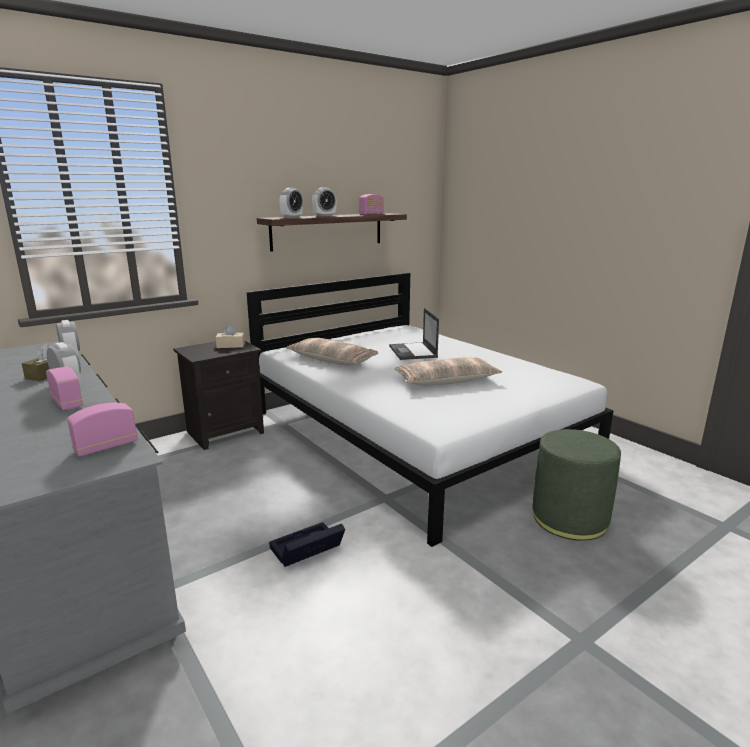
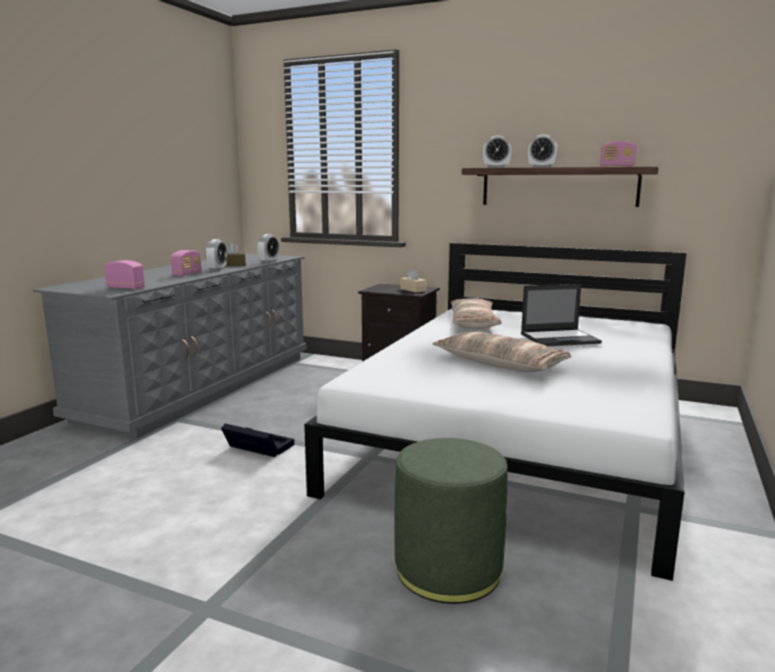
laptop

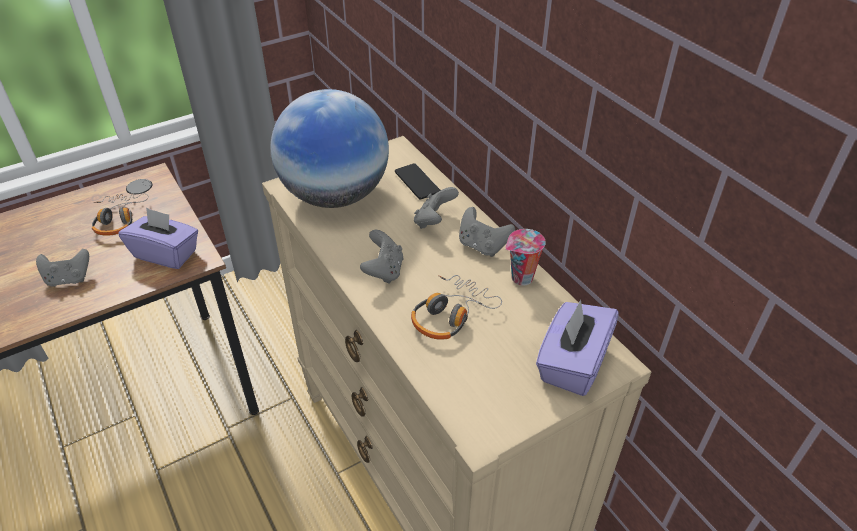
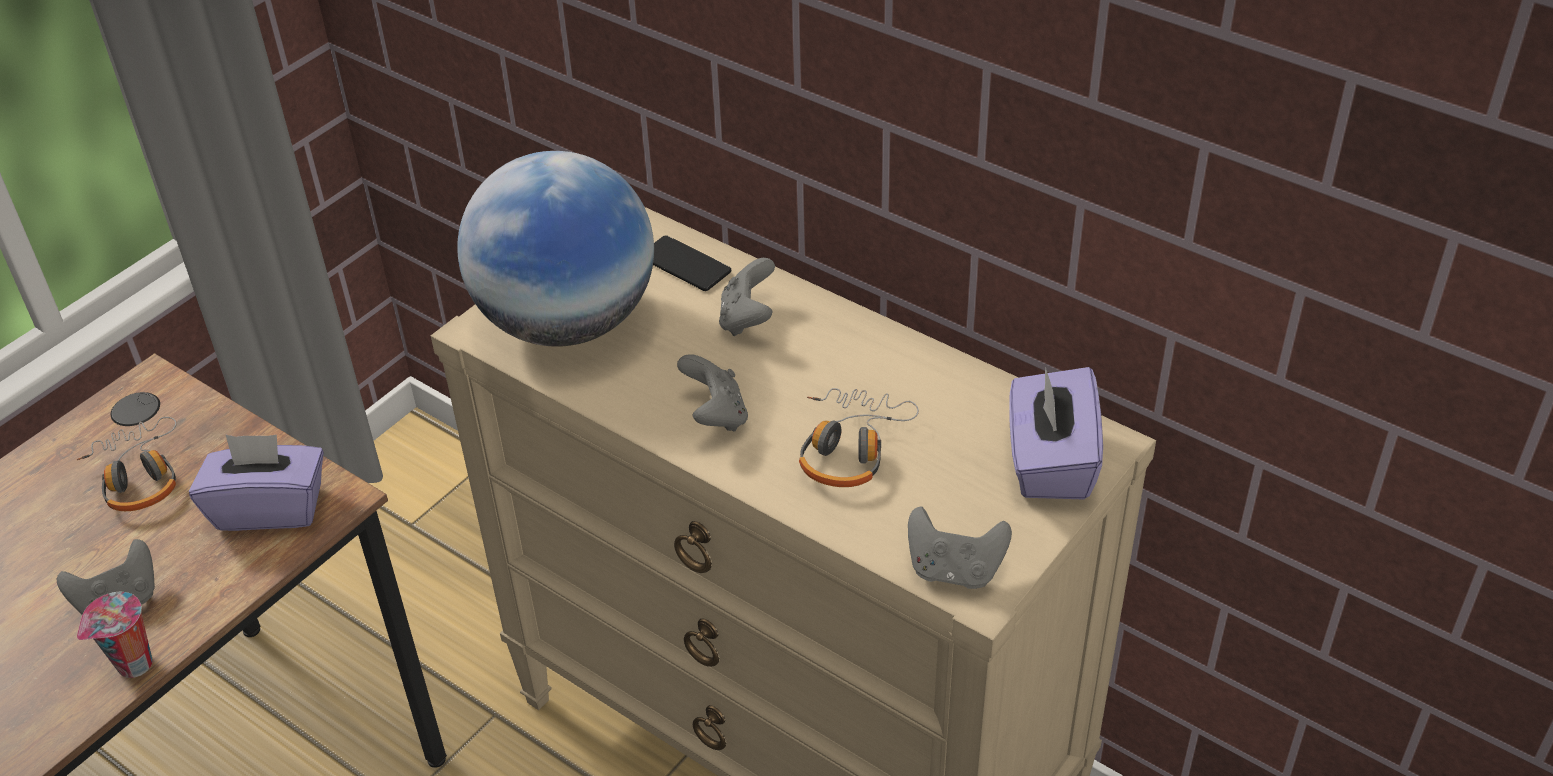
game controller/grey (4th from left); cup

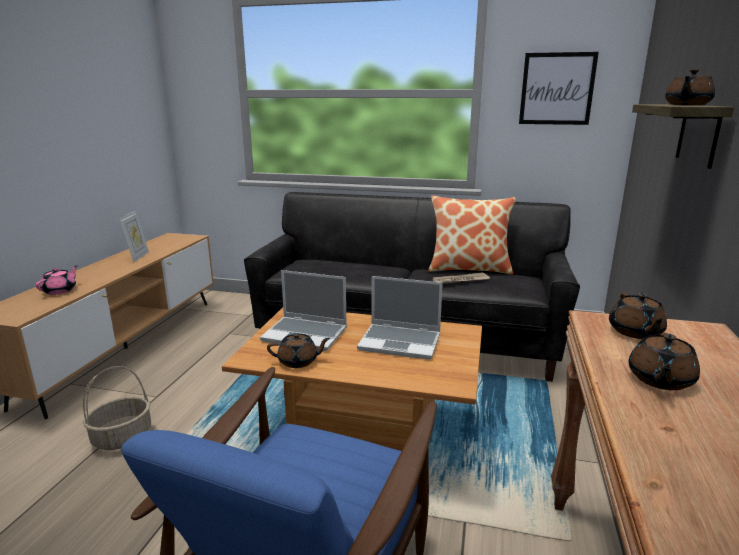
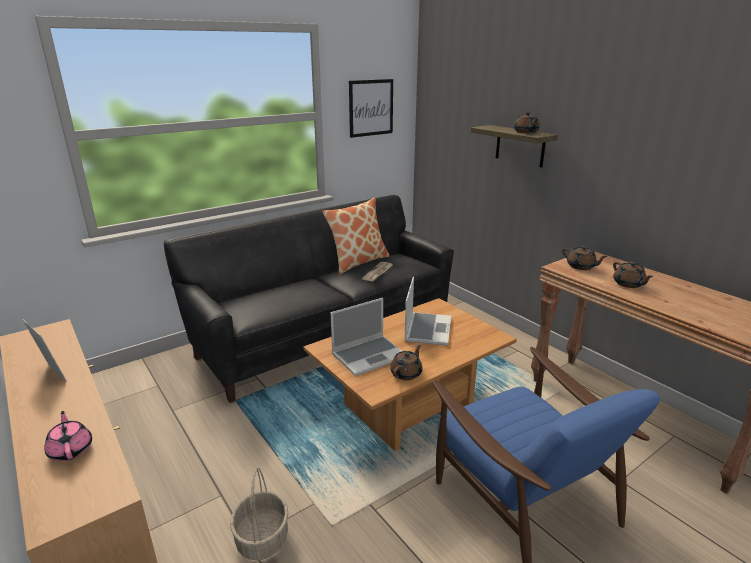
laptop (2nd from left)

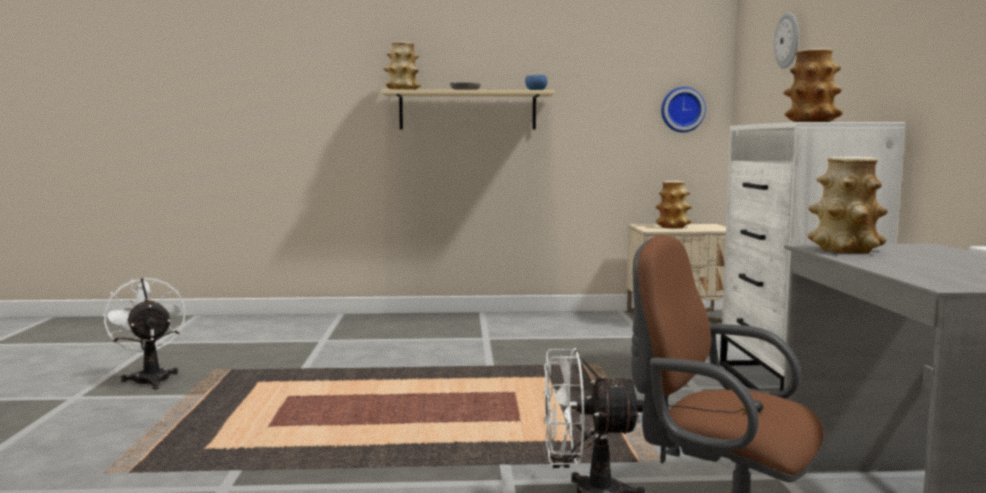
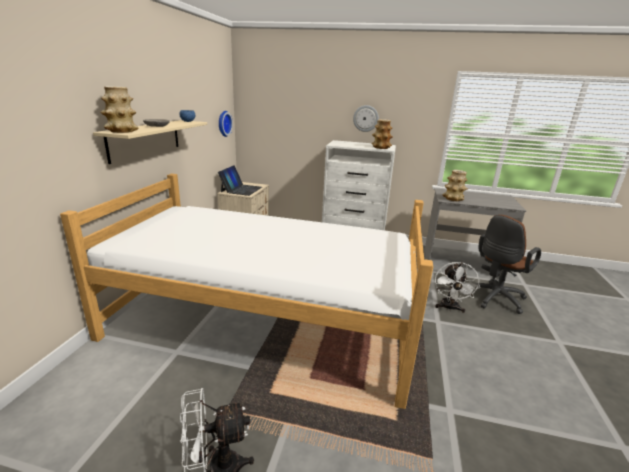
laptop; wall clock (2nd from left); bed

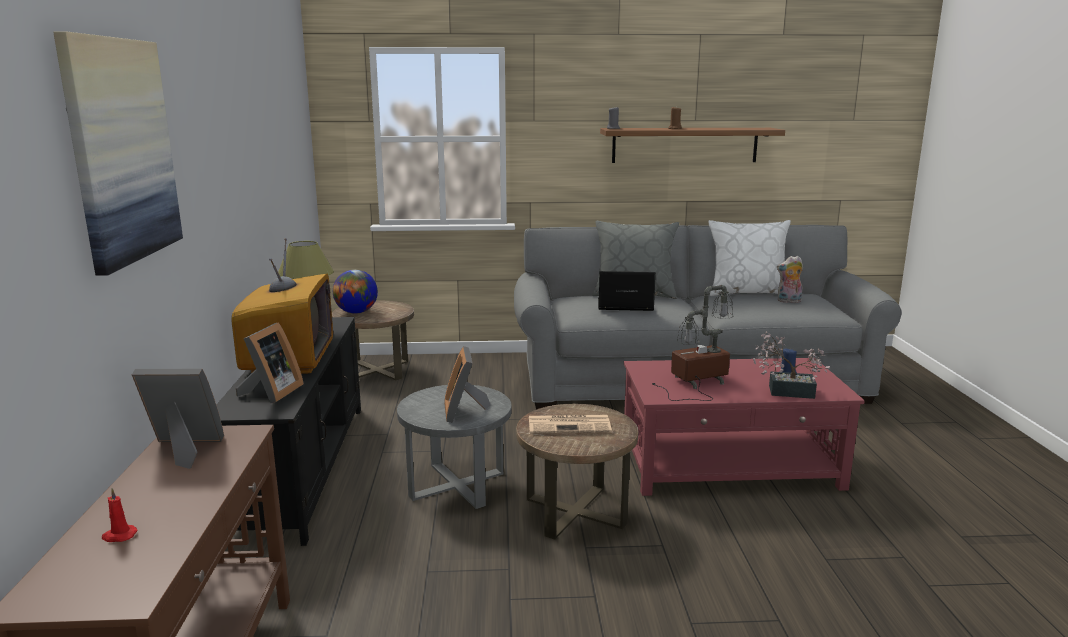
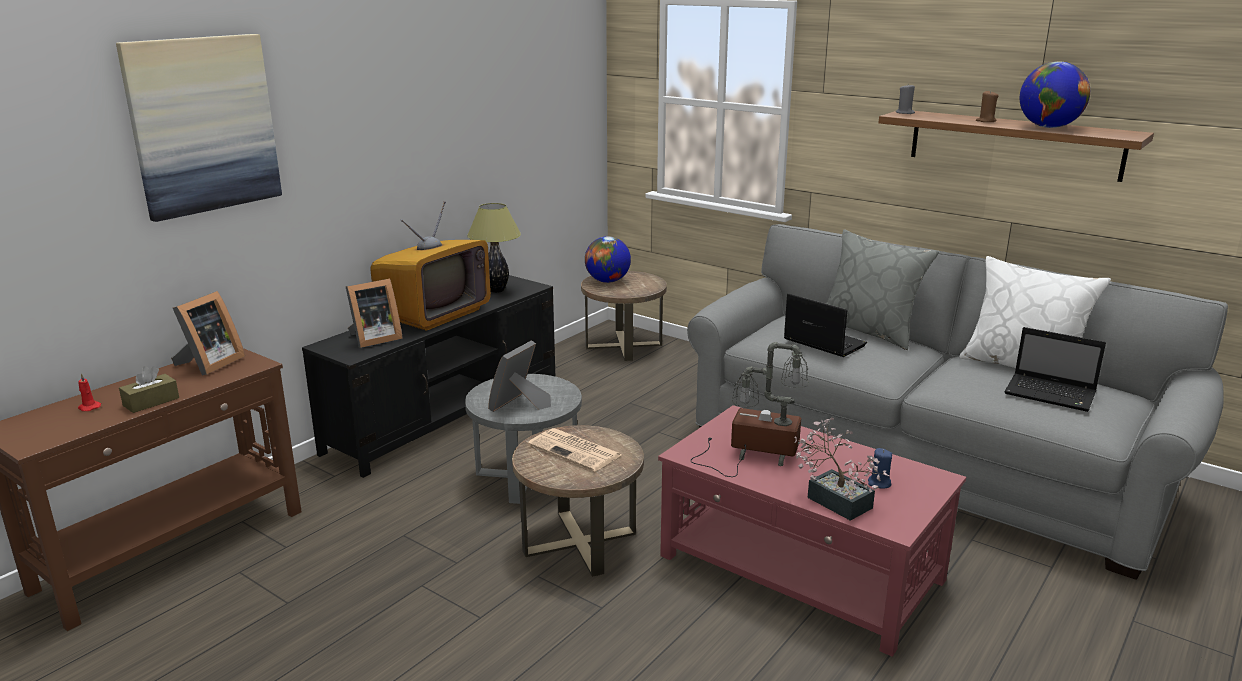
picture frame (1st from left); laptop (2nd from left); tissue box/brown; globe (2nd from left)

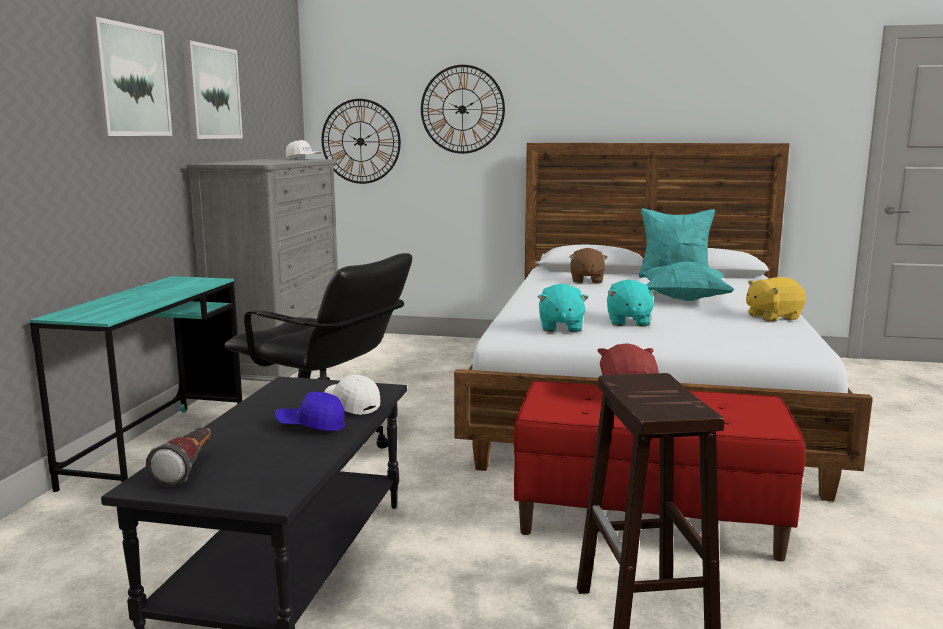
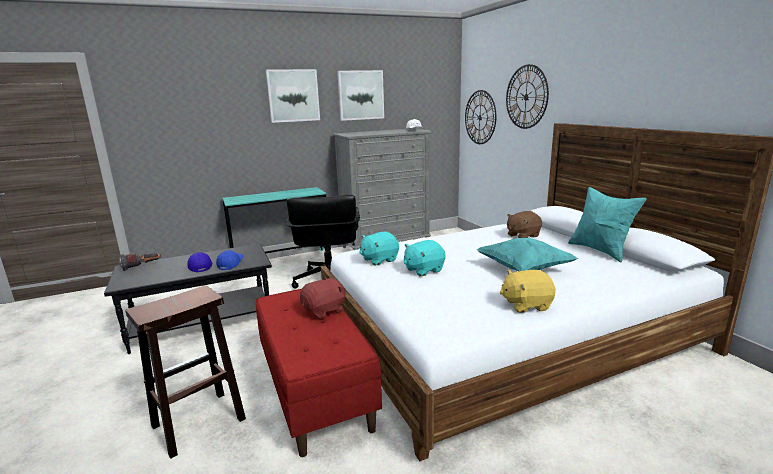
cap/blue (2nd from left); plush toy/yellow

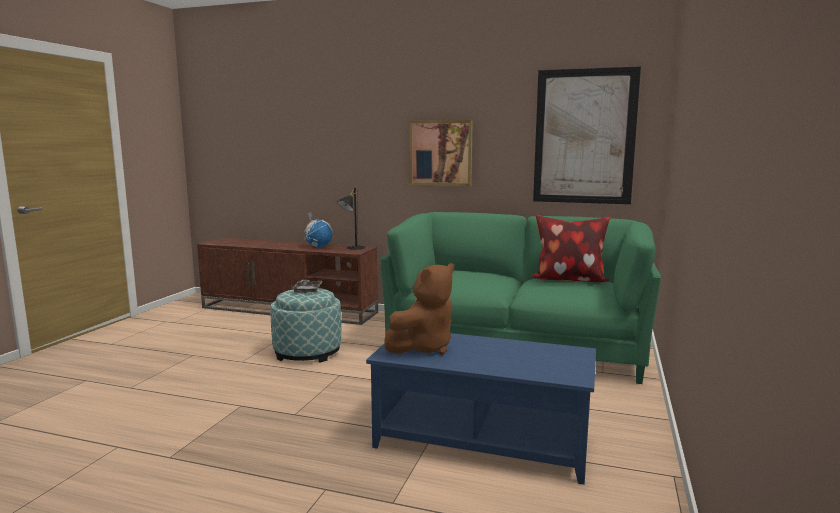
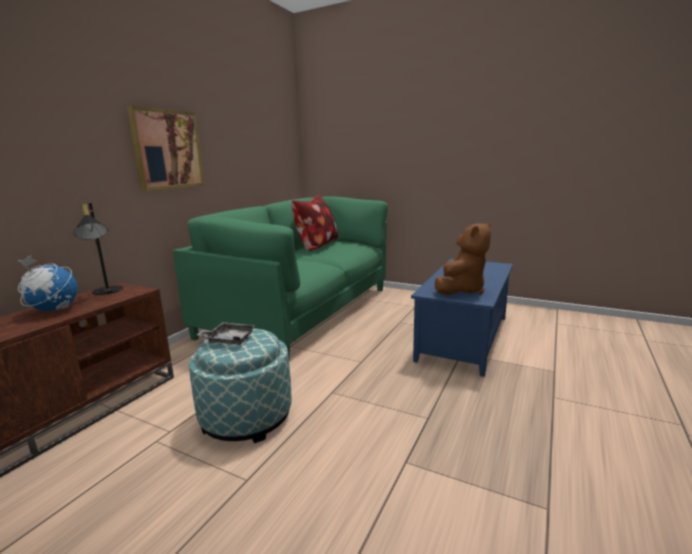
plush toy/brown; picture (2nd from left in the first image)

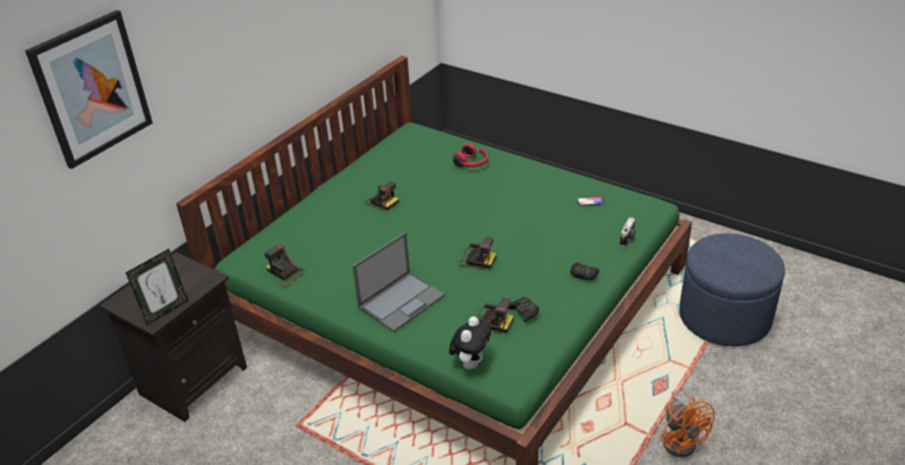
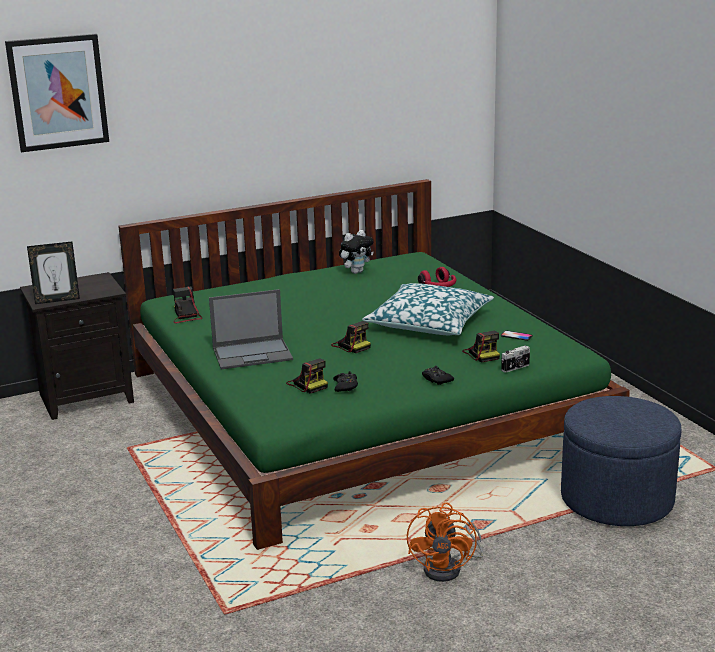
photo camera (4th from left); plush toy; pillow

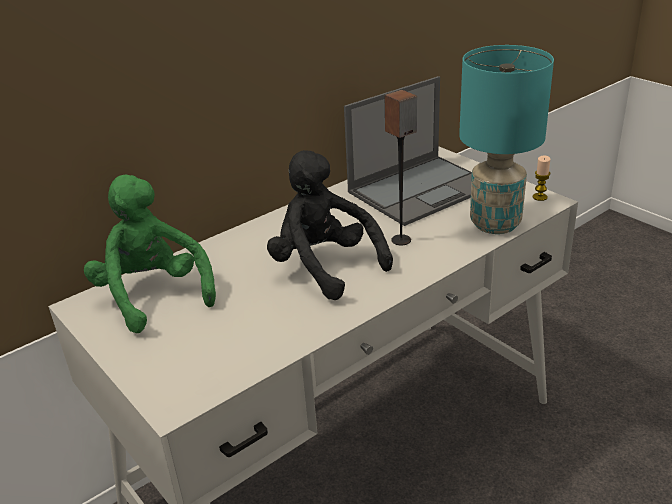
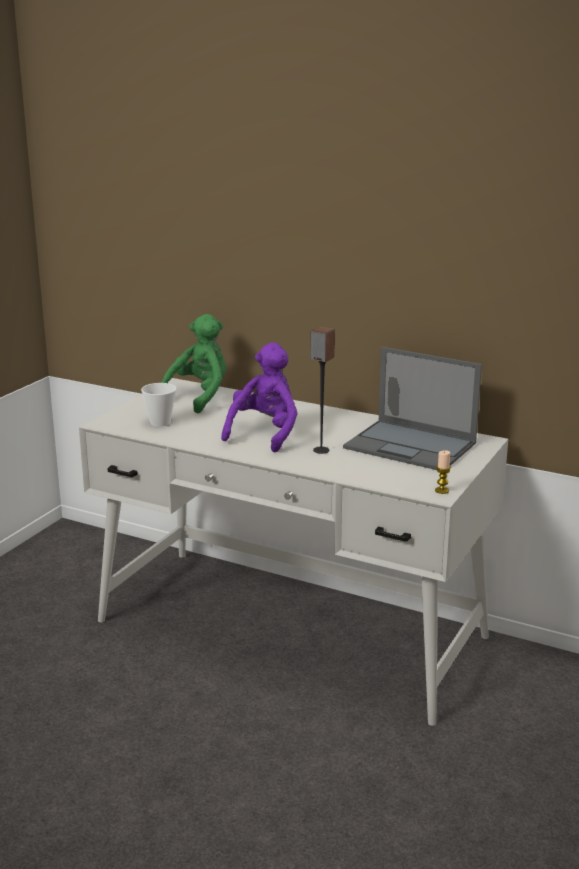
plush toy/purple; table lamp/turquoise; cup

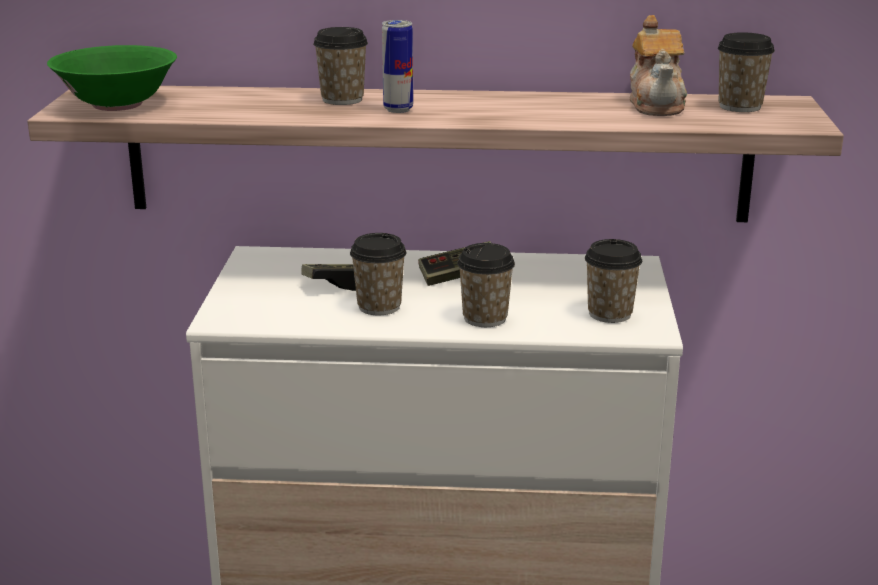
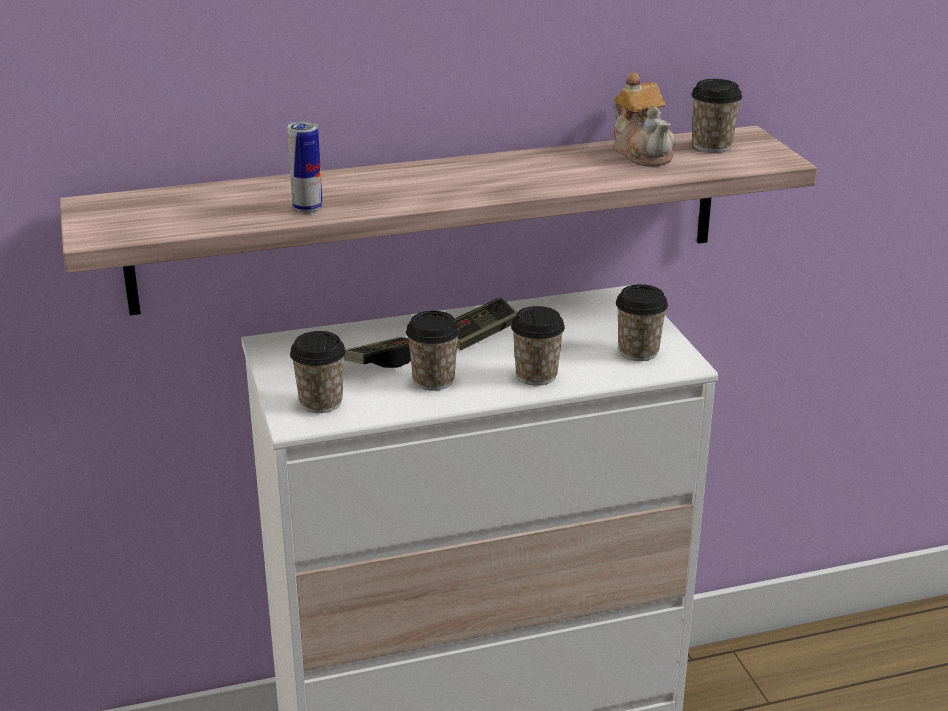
bowl/green; cup (1st from left); can

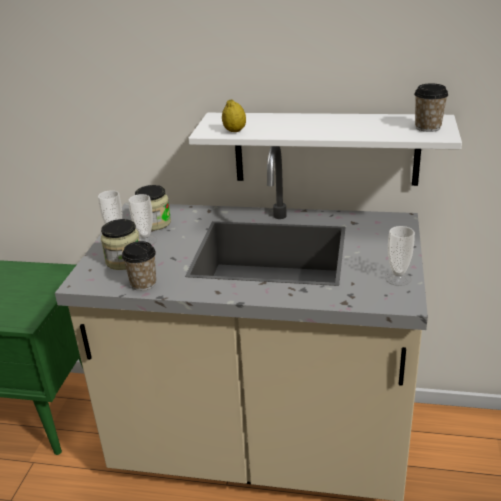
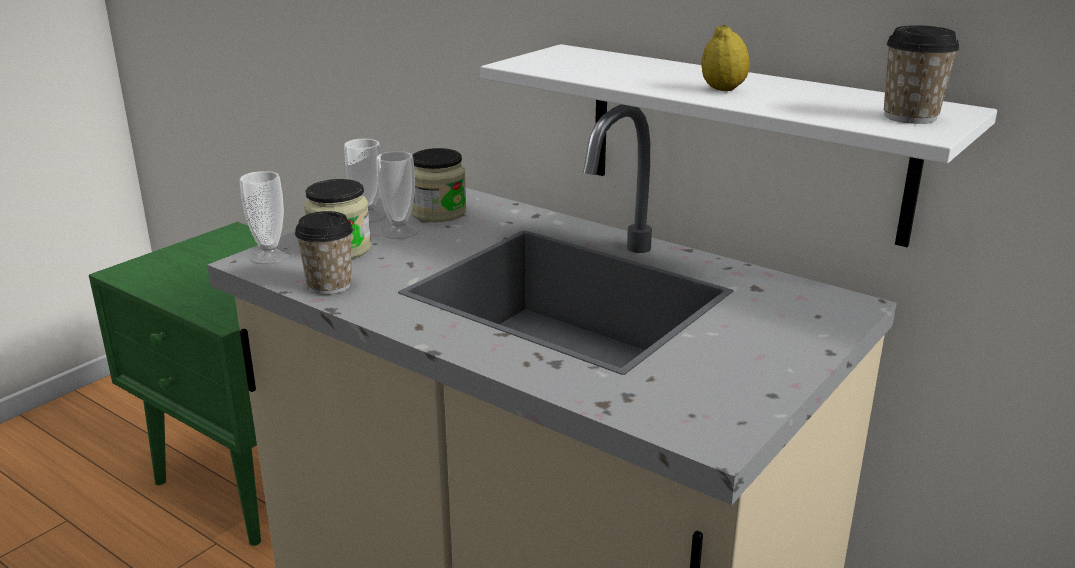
lemon; cup (1st from left)

